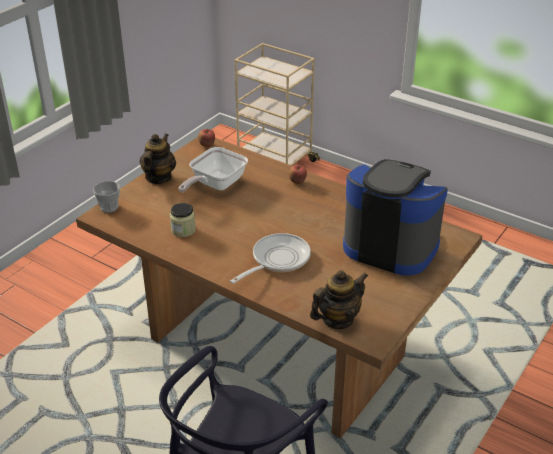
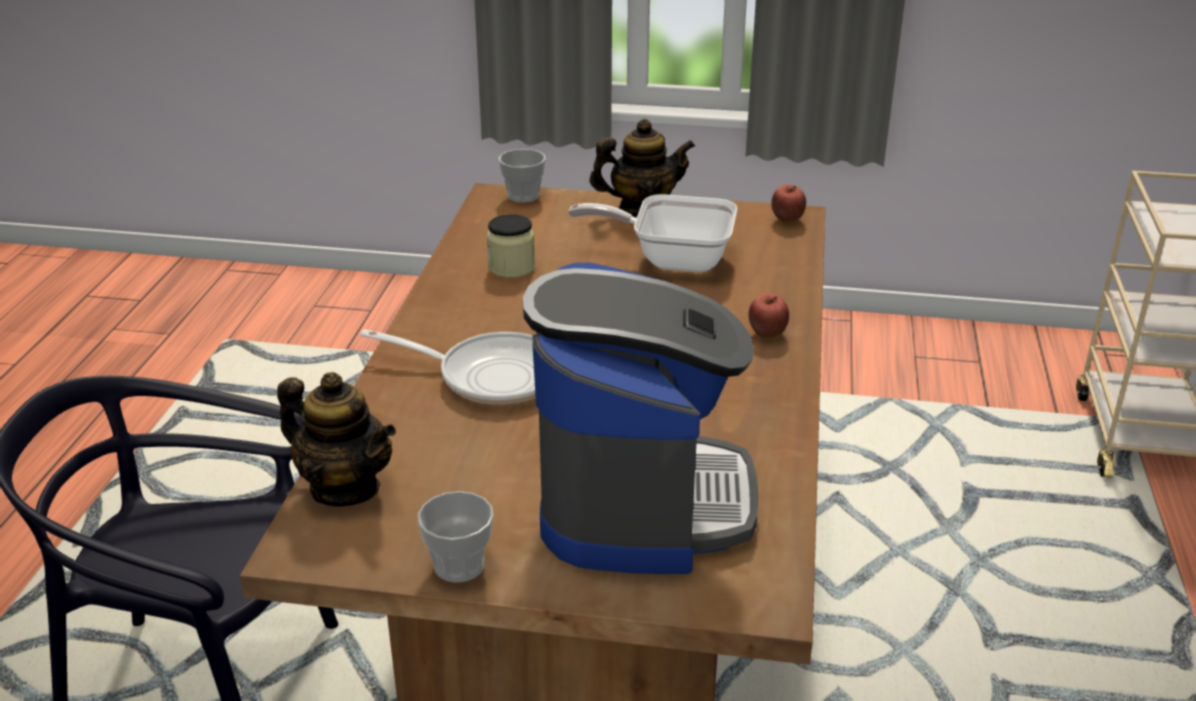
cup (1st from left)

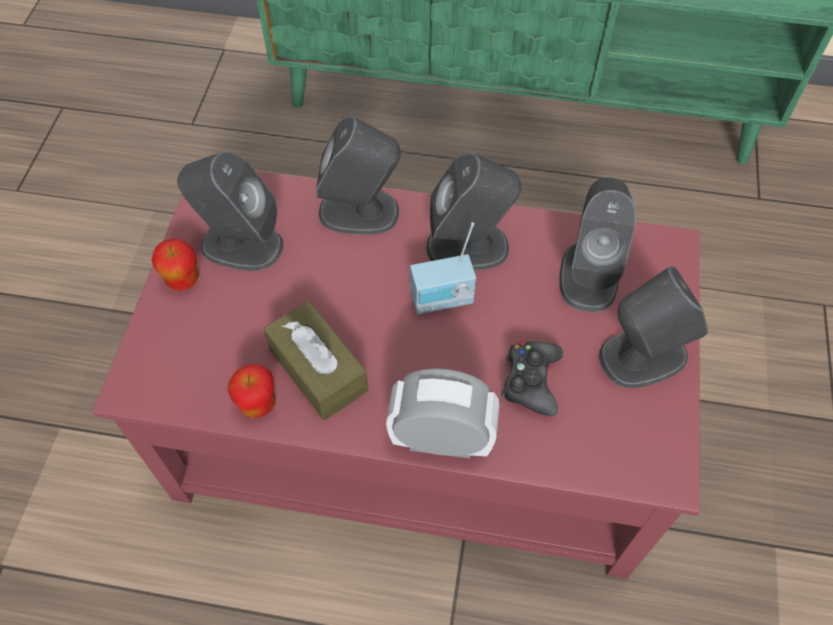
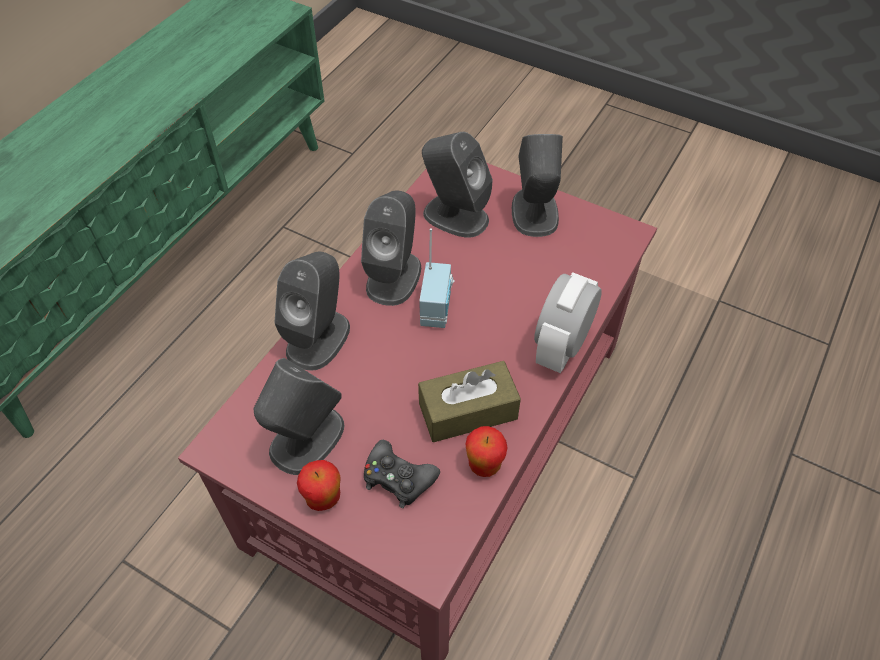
game controller/black

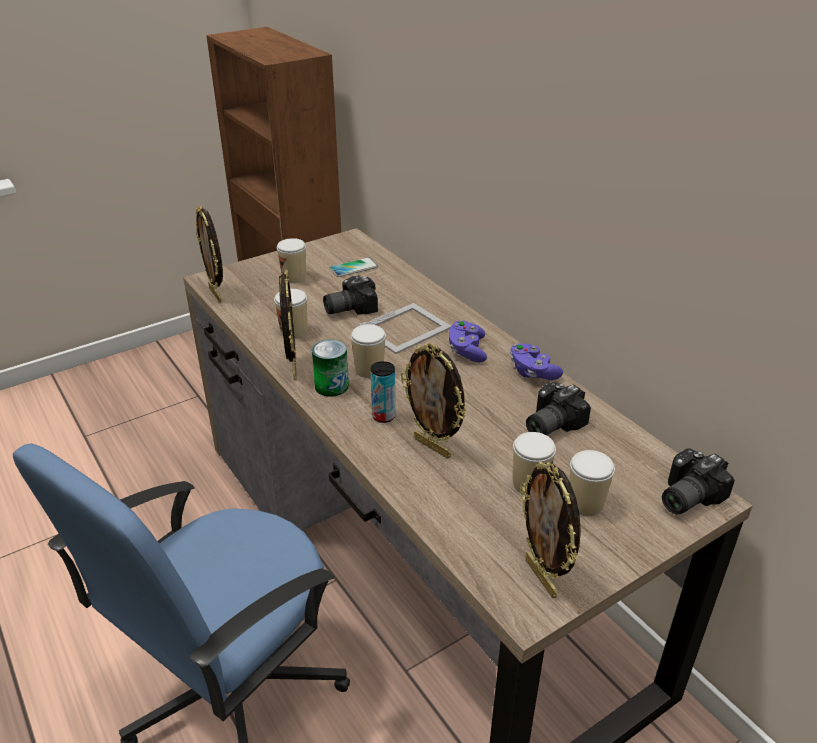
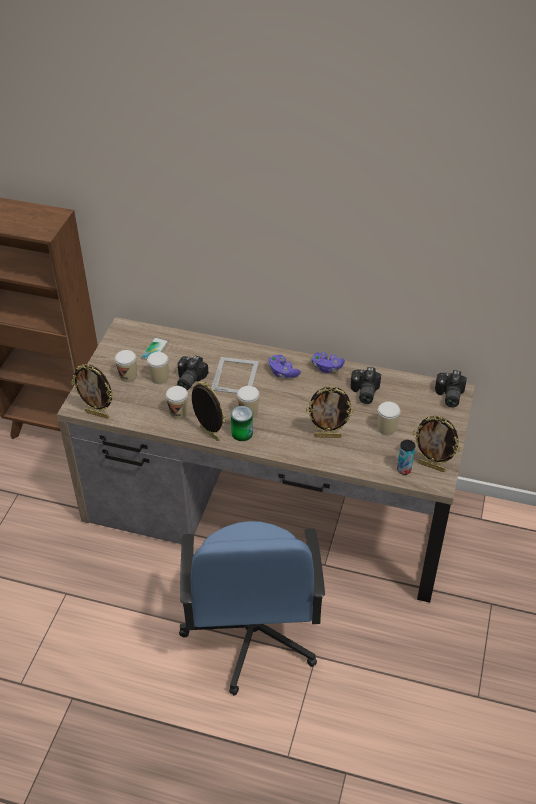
can (2nd from left); cup (2nd from left)

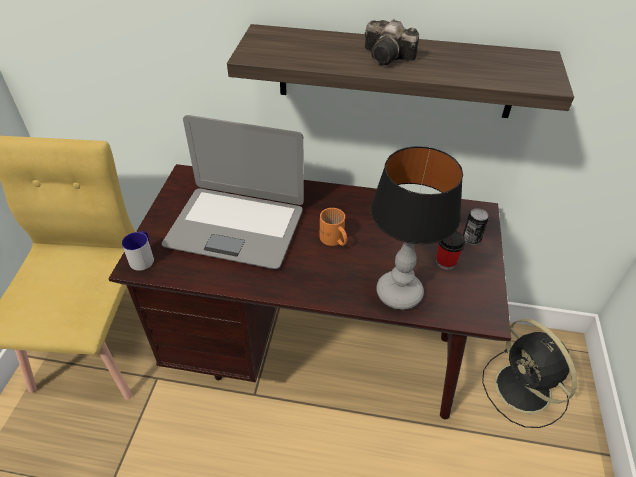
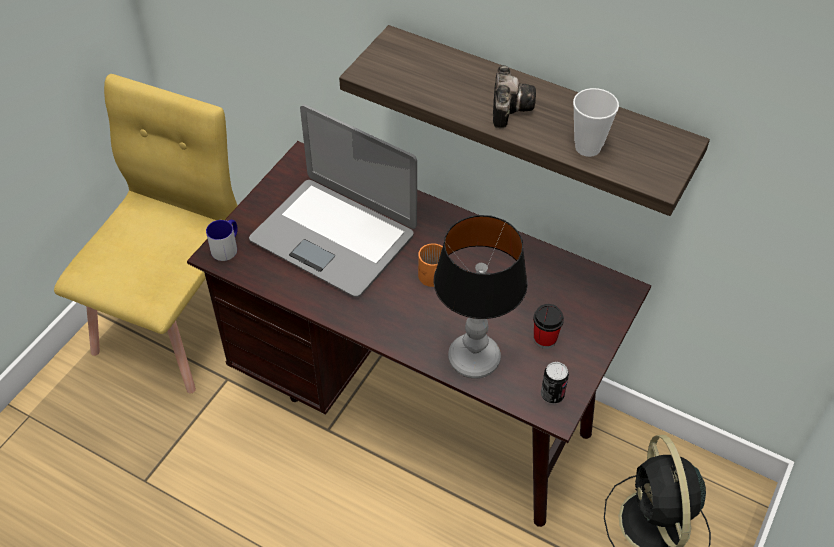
photo camera; can; cup (2nd from left)

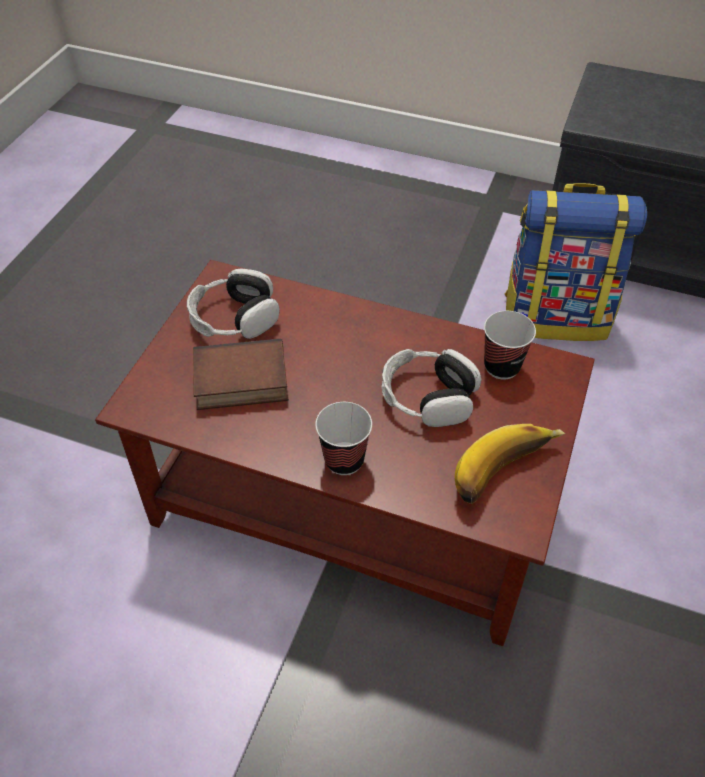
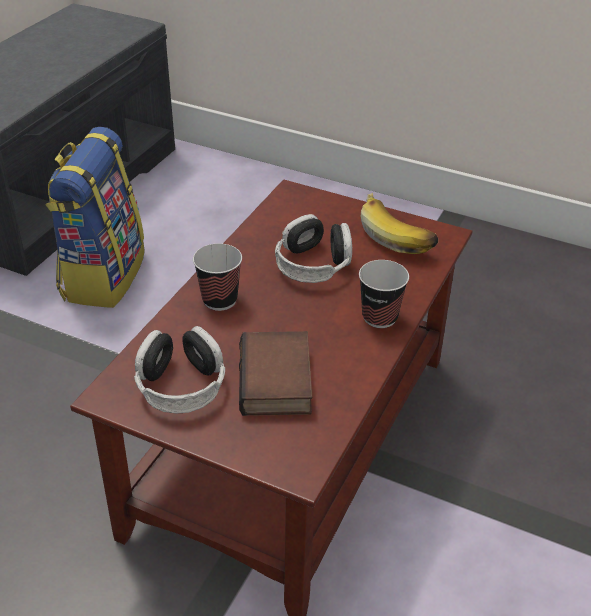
cup (1st from left)

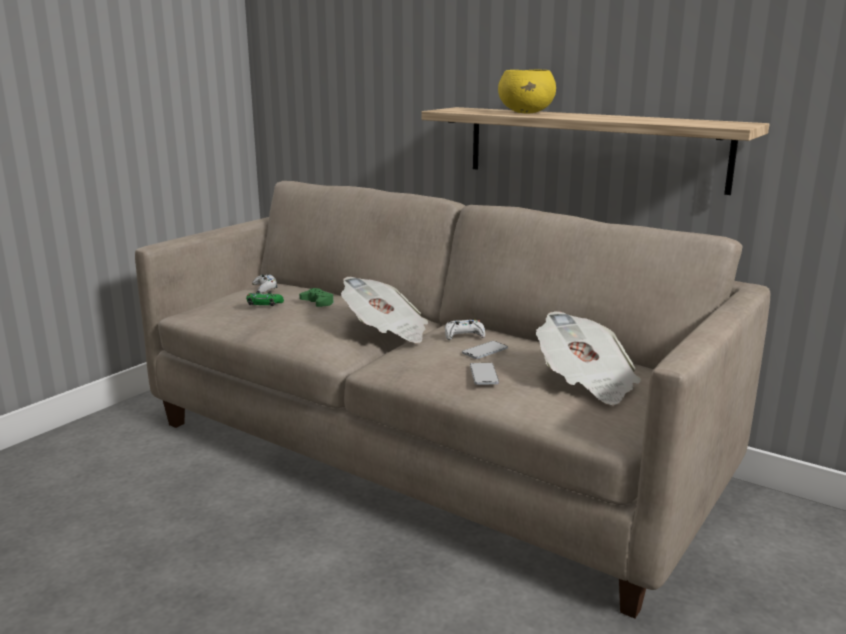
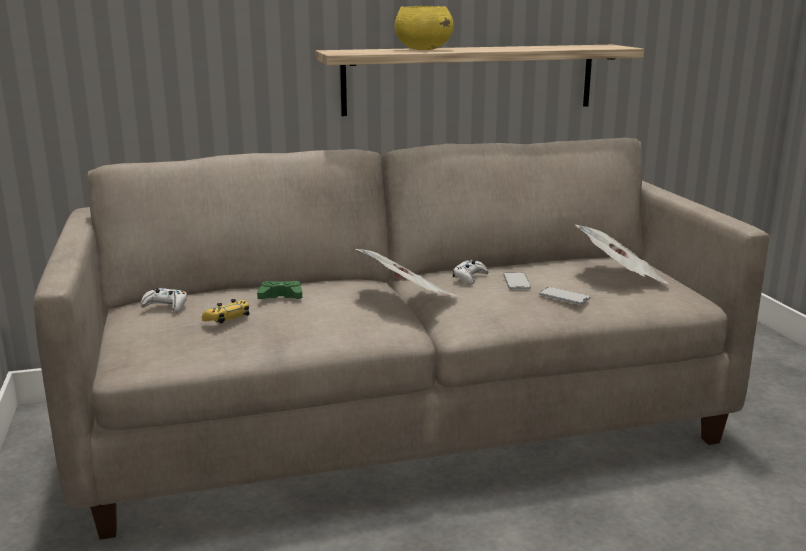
game controller/yellow

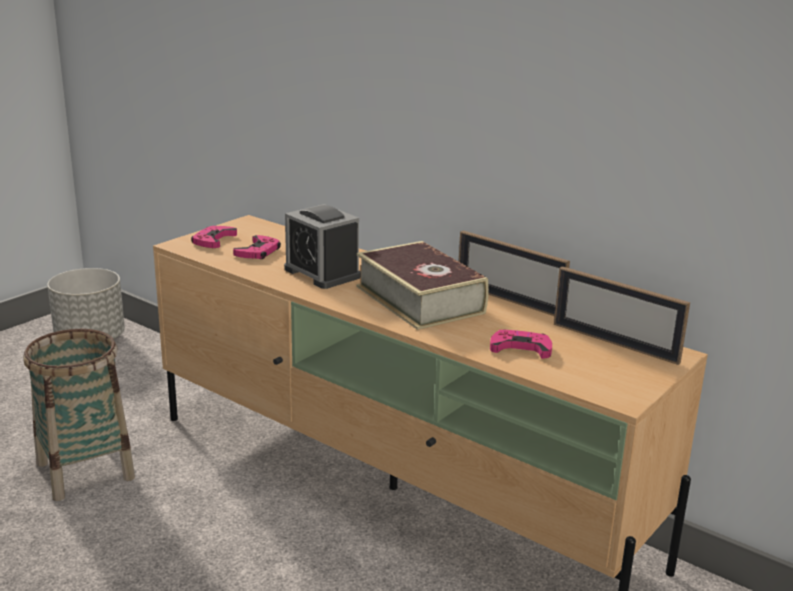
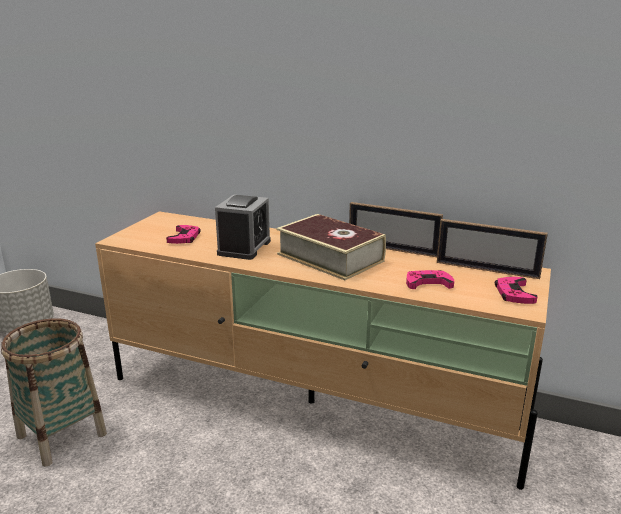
game controller/pink (3rd from left); alarm clock

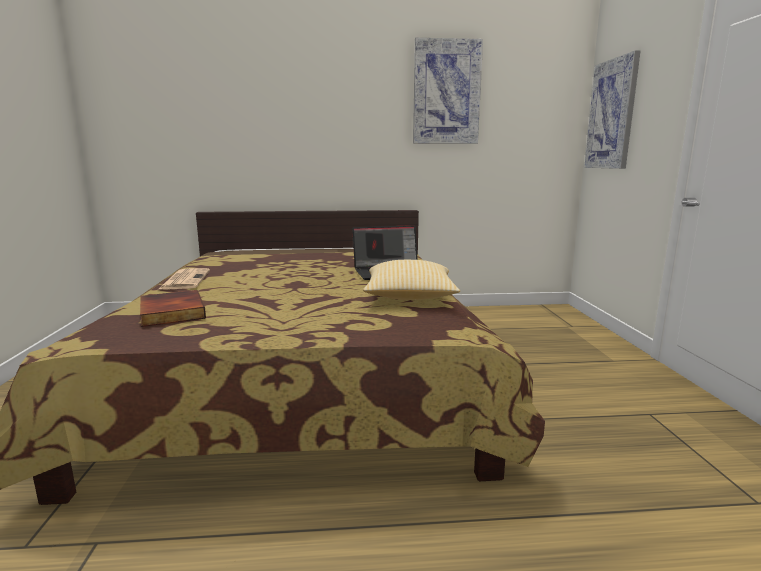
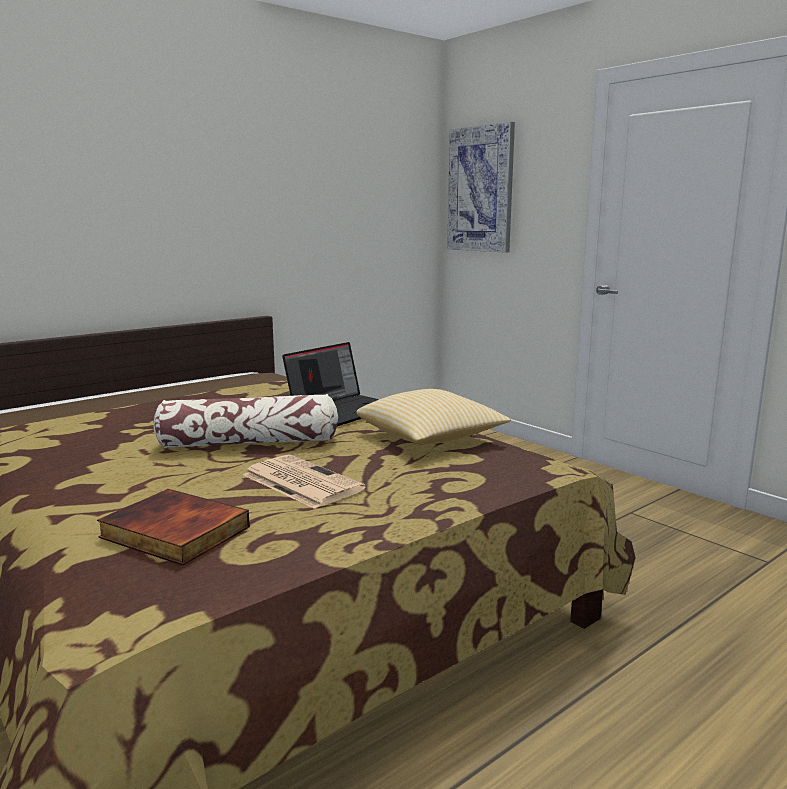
newspaper; picture (1st from left in the first image); pillow (1st from left)

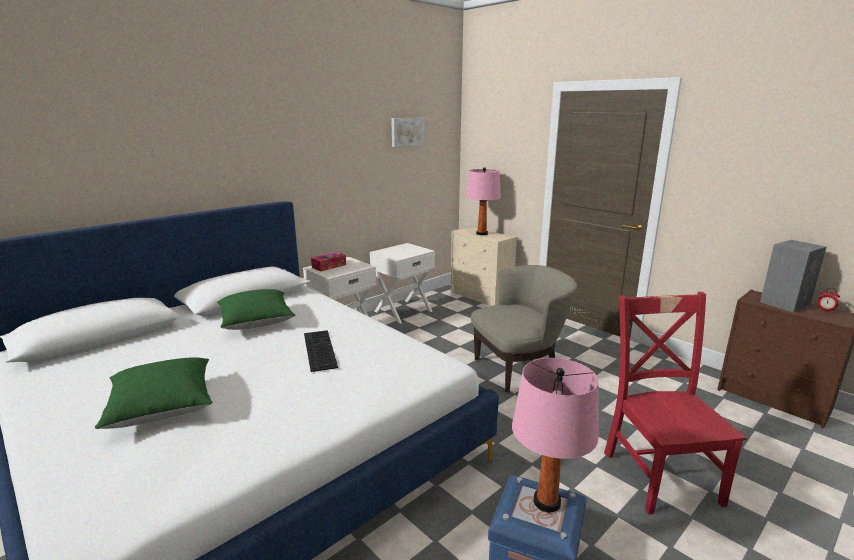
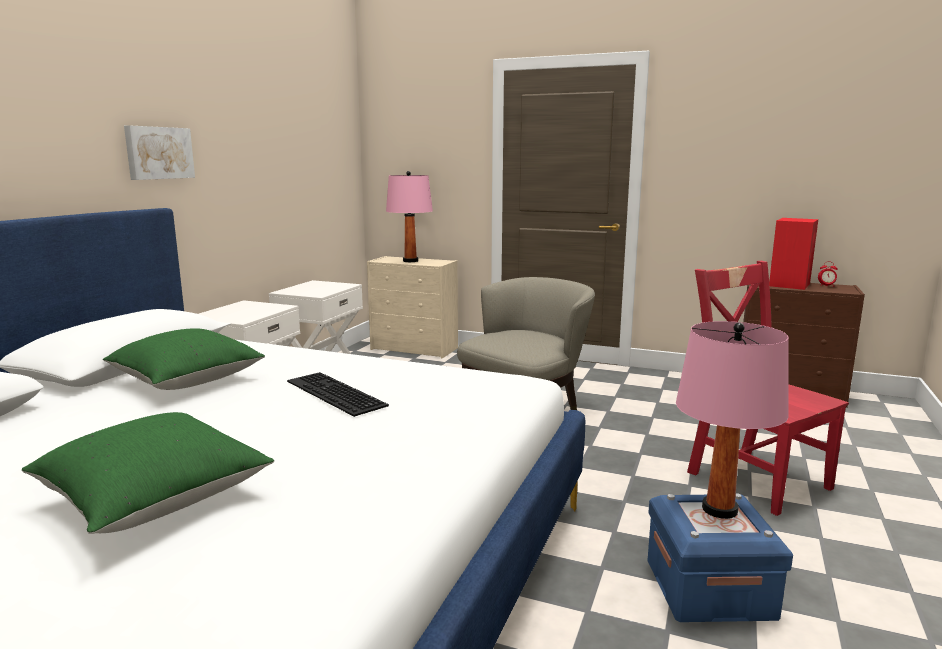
tissue box; picture; speaker/red

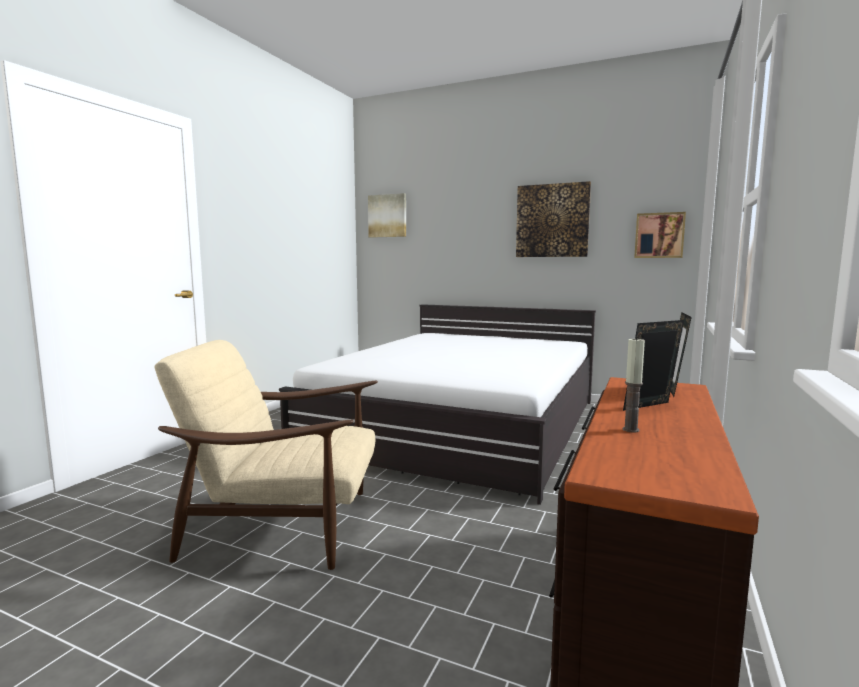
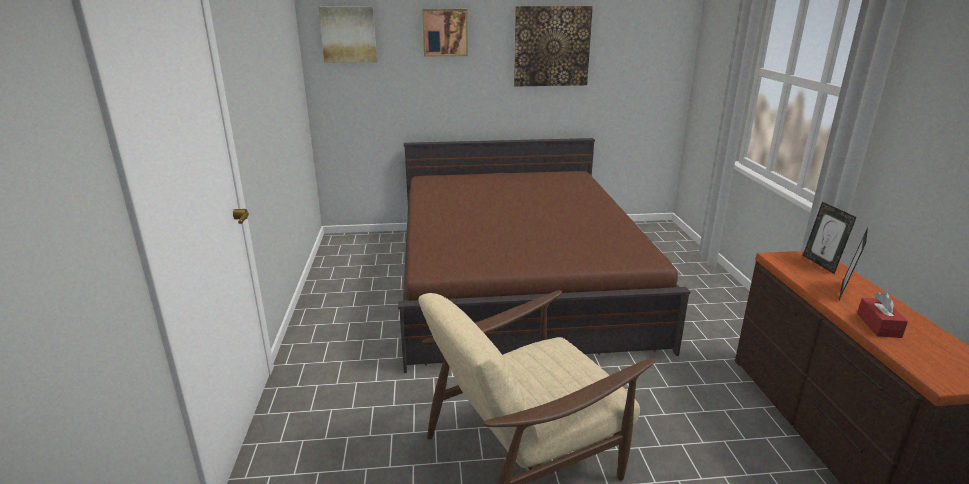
bed/brown; tissue box/red; picture (2nd from left)

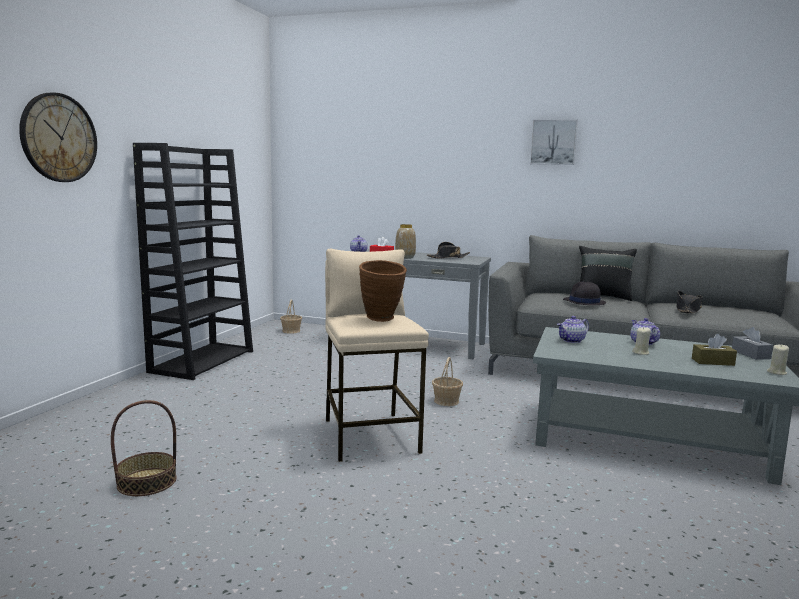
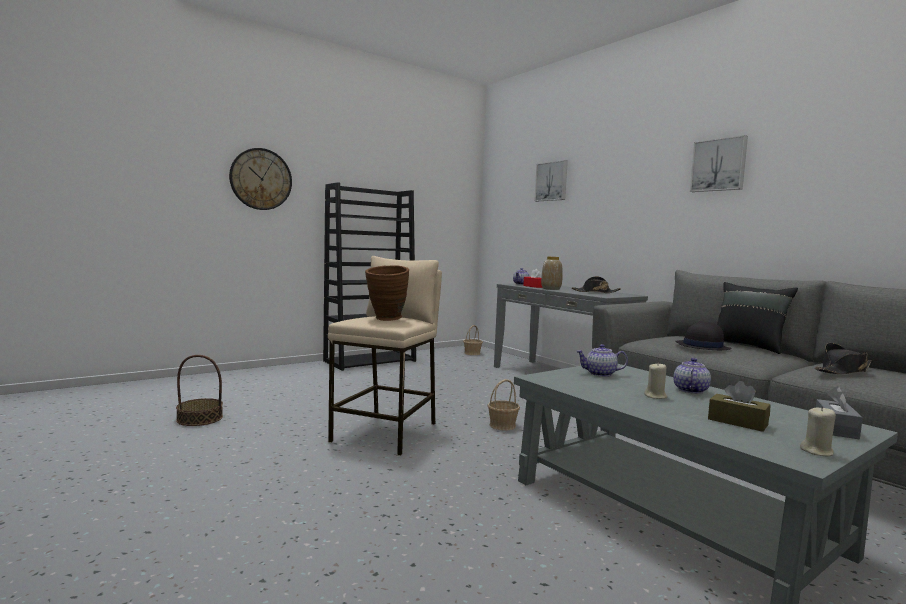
picture (1st from left)

